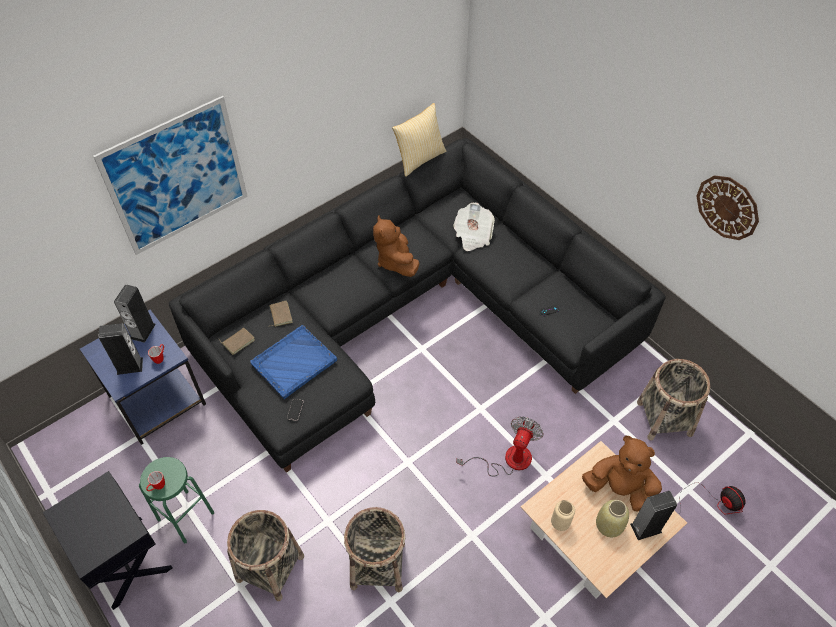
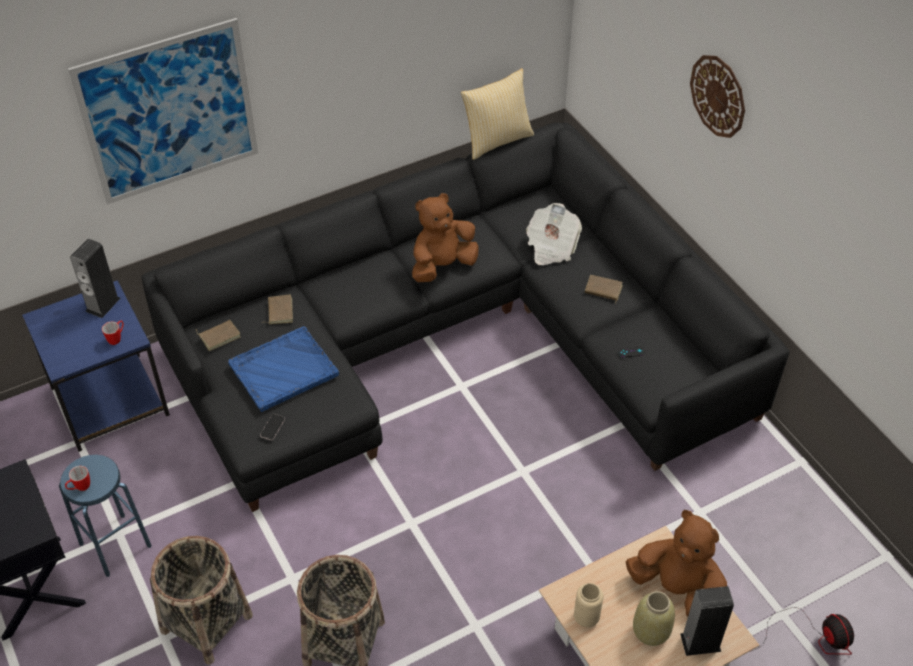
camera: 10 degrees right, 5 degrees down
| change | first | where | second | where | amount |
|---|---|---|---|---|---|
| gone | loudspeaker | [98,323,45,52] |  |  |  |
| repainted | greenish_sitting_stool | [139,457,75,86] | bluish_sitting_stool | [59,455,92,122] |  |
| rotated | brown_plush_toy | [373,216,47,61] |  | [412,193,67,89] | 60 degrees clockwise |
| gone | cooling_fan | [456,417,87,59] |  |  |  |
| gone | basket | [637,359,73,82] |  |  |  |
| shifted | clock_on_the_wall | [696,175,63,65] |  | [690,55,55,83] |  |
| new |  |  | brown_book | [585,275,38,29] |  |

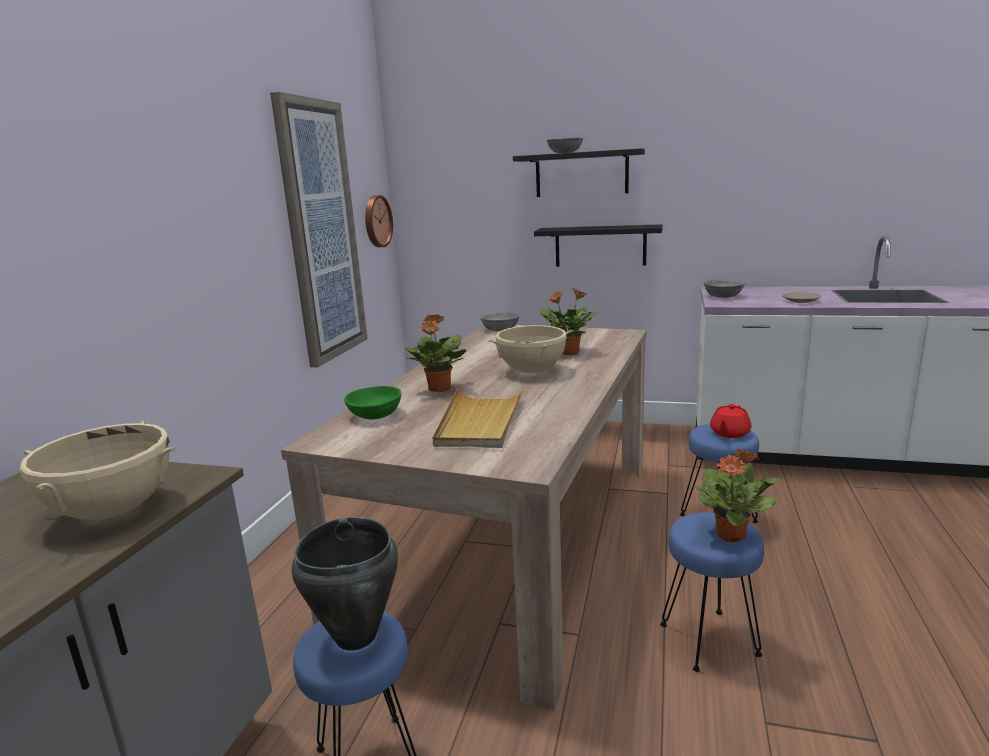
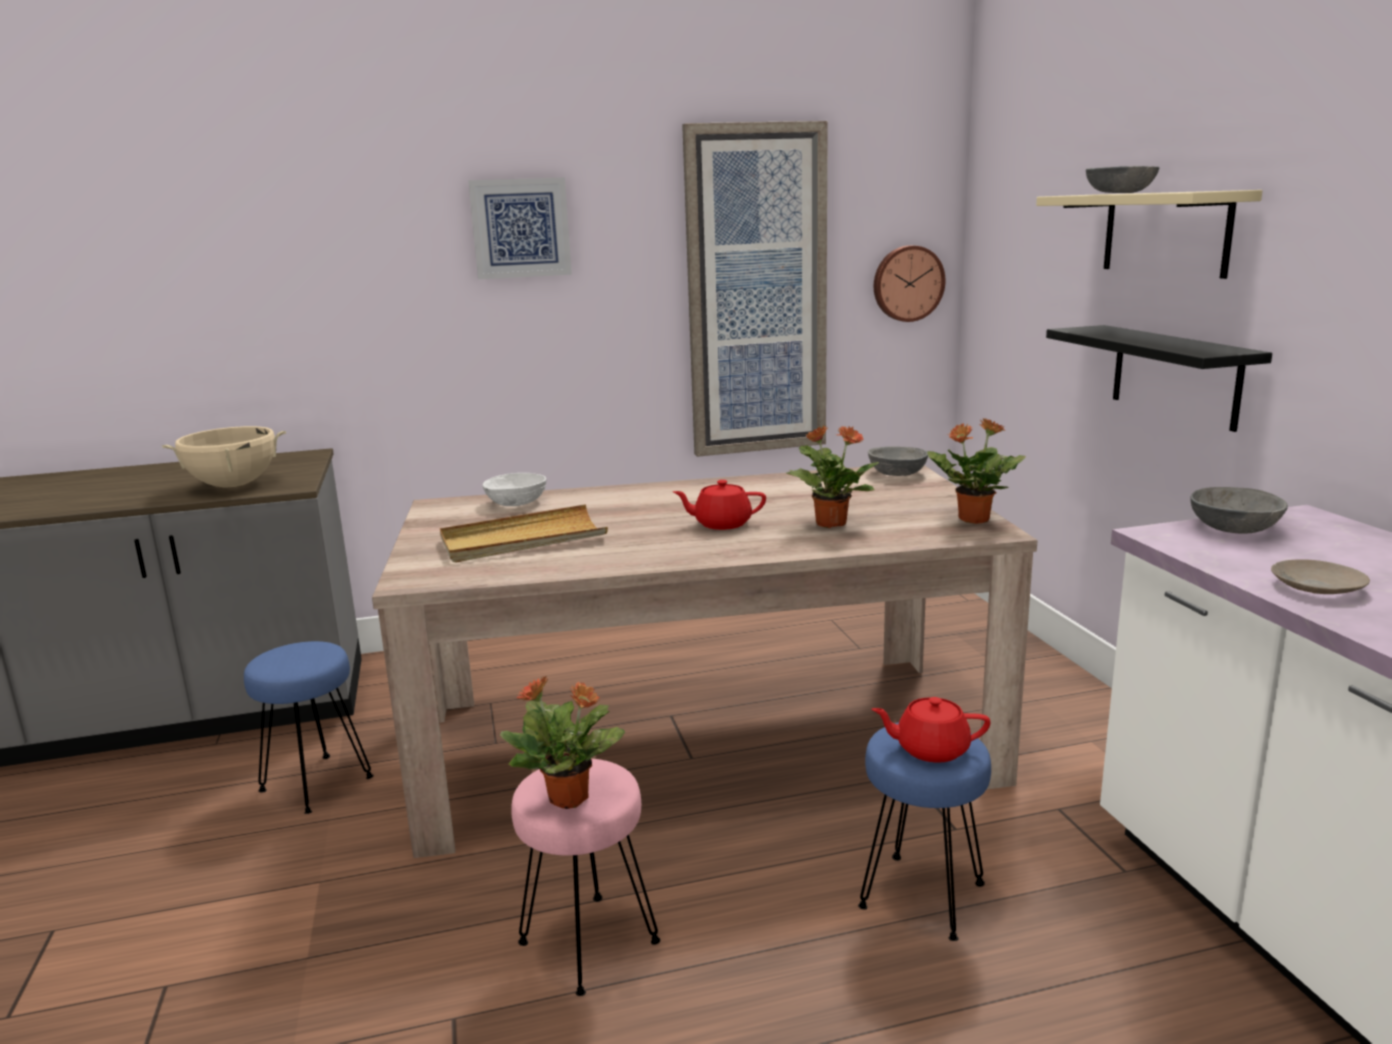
camera: 60 degrees right, 0 degrees up
| change | first | where | second | where | amount |
|---|---|---|---|---|---|
| gone | black_cooking_pot | [291,517,107,134] |  |  |  |
| repainted | greenish_serving_bowl | [344,386,58,33] | white-coloured_serving_bowl | [483,473,63,33] |  |
| shifted | potted_plant | [404,314,62,78] |  | [927,418,99,106] |  |
| swapped | beige_cooking_pot | [488,325,84,48] | reddish_pot_for_tea | [673,480,93,50] |  |
| repainted | black_shelf | [513,148,132,49] | beige_shelf | [1036,190,226,89] |  |
| repainted | bluish_sitting_stool | [660,512,104,160] | pink-coloured_sitting_stool | [511,759,149,237] |  |
| new |  |  | wall_picture | [468,177,104,102] |  |

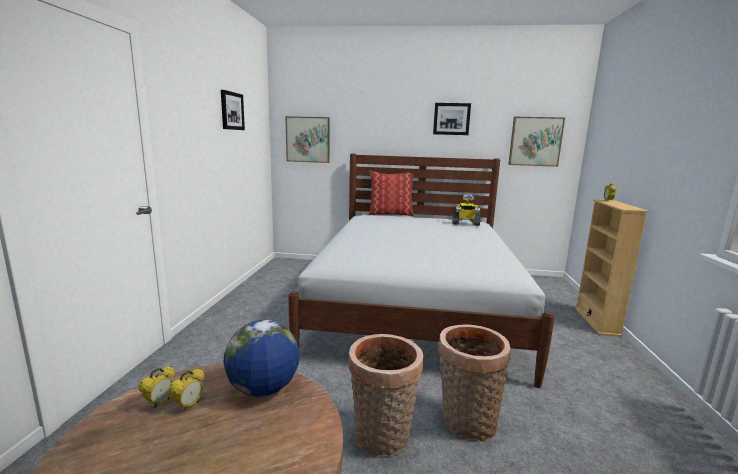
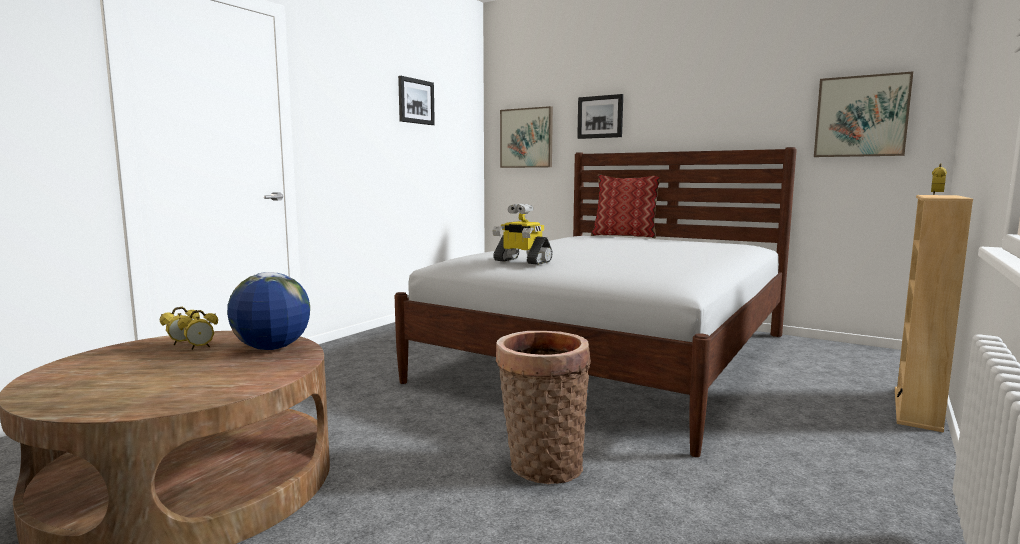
camera: 25 degrees right, 5 degrees down
| change | first | where | second | where | amount |
|---|---|---|---|---|---|
| gone | basket | [348,334,75,123] |  |  |  |
| shifted | wall_picture | [433,103,38,32] |  | [577,94,46,45] |  |
| shifted | toy_robot | [452,194,28,32] |  | [492,204,61,61] |  |

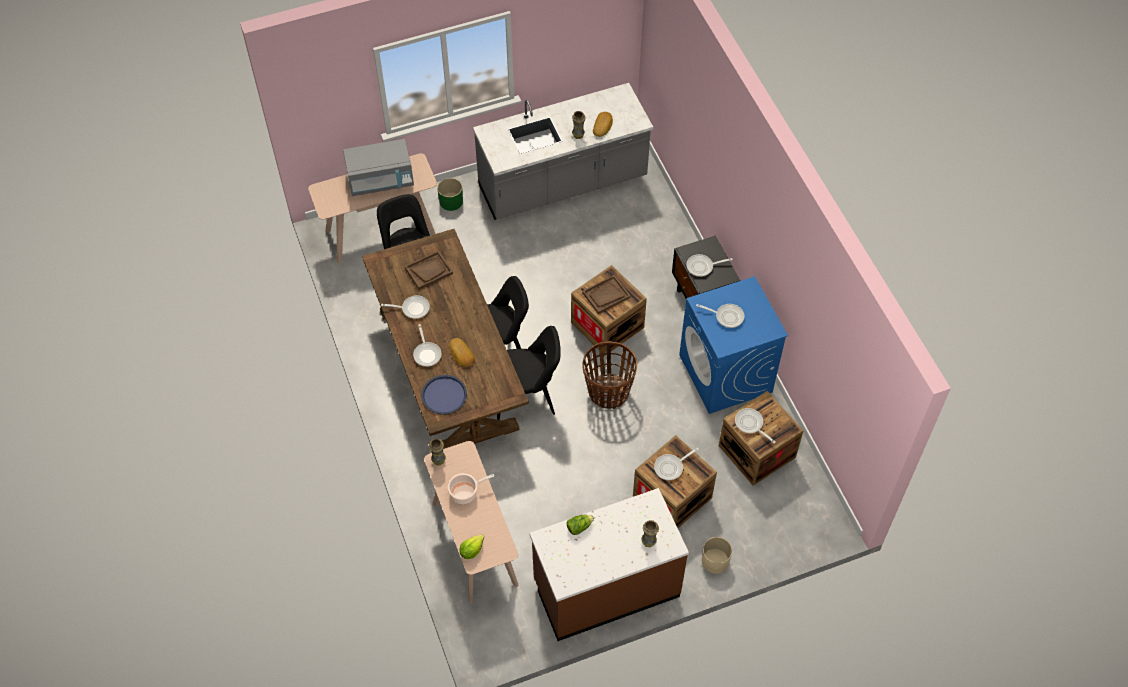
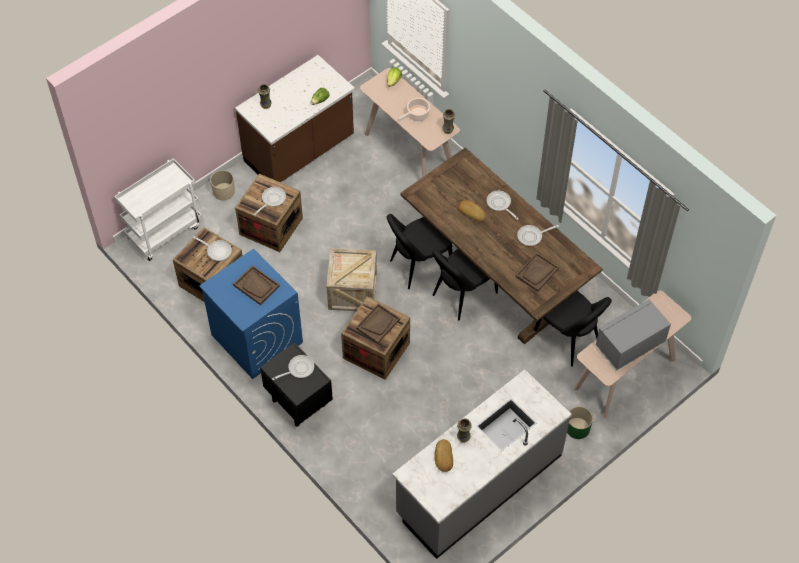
camera: 160 degrees right, 0 degrees up
| change | first | where | second | where | amount |
|---|---|---|---|---|---|
| gone | bluish_carrying_tray | [421,375,46,39] |  |  |  |
| swapped | basket | [582,341,55,68] | shipping_crate | [326,248,51,63] |  |
| swapped | skillet | [696,304,49,24] | brown_carrying_tray | [233,265,47,40] |  |
| new |  |  | white-coloured_wheeled_cart | [114,158,88,103] |  |

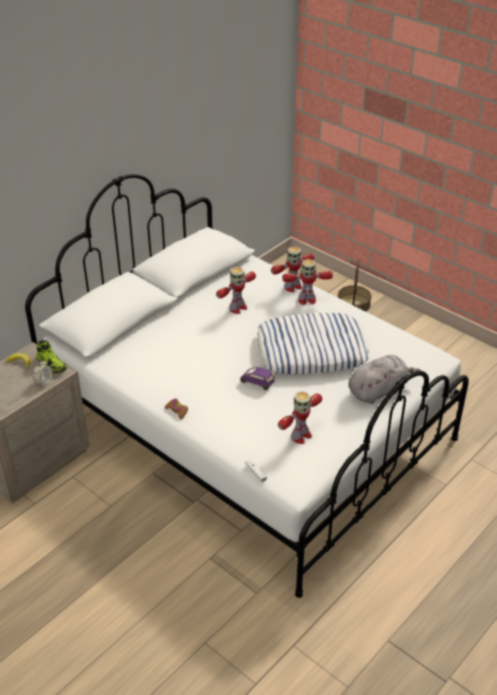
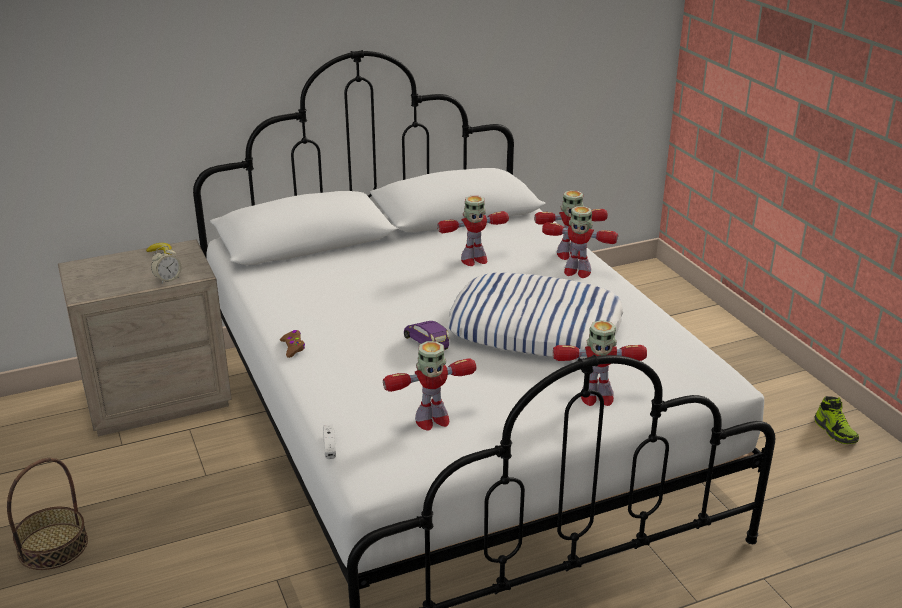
camera: 25 degrees right, 10 degrees down
| change | first | where | second | where | amount |
|---|---|---|---|---|---|
| shifted | shoe | [36,340,31,34] |  | [815,396,44,48] |  |
| shifted | basket | [338,258,34,54] |  | [7,458,81,112] |  |
| swapped | gray_plush_toy | [349,355,72,49] | toy_robot | [553,320,94,86] |  |

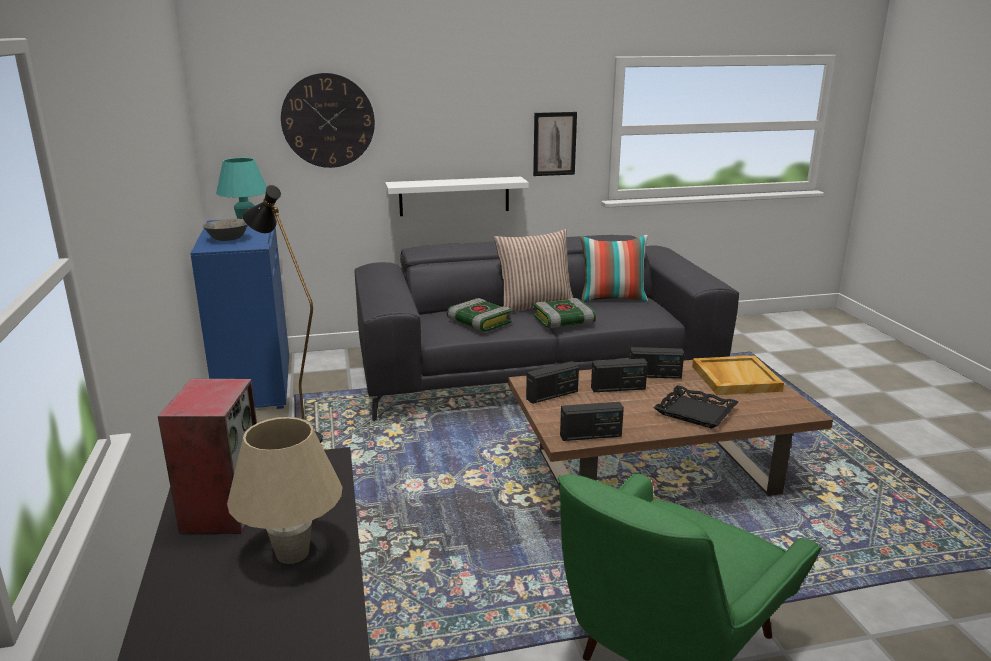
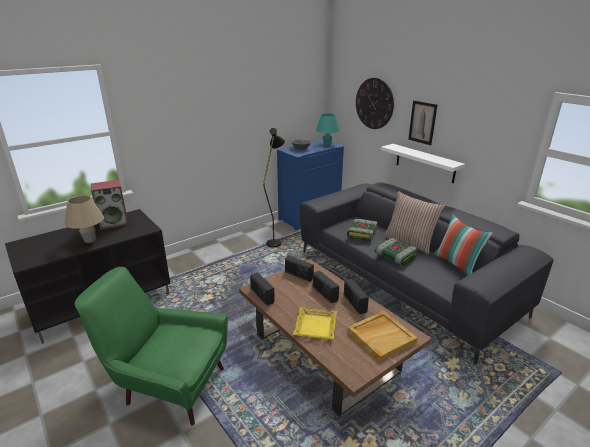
camera: 65 degrees right, 5 degrees up
| change | first | where | second | where | amount |
|---|---|---|---|---|---|
| shifted | wall_picture | [533,112,44,64] |  | [408,101,29,44] |  |
| repainted | black_carrying_tray | [653,385,86,44] | yellow-coloured_carrying_tray | [293,307,44,32] |  |

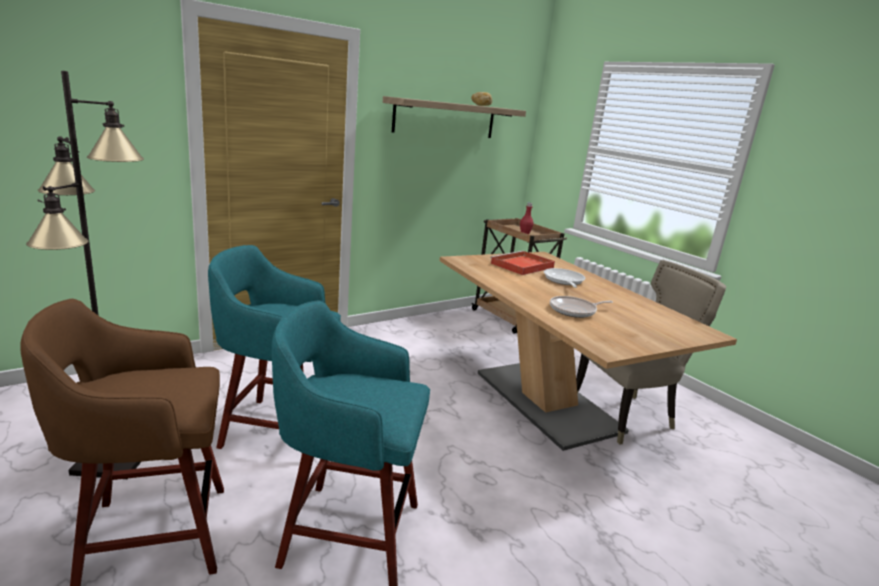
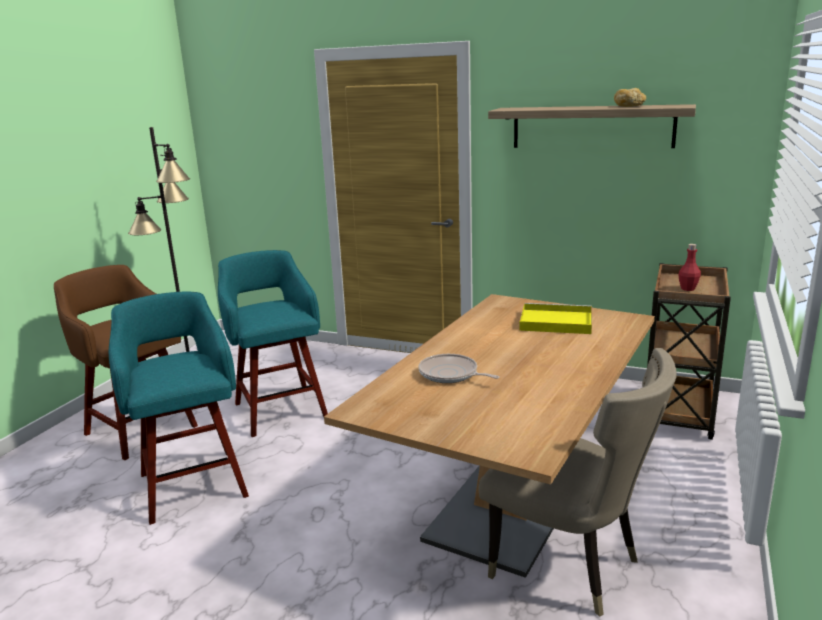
camera: 60 degrees right, 0 degrees up
| change | first | where | second | where | amount |
|---|---|---|---|---|---|
| repainted | reddish_carrying_tray | [490,251,65,24] | yellow-coloured_carrying_tray | [519,303,73,31] |  |
| gone | skillet | [544,268,41,20] |  |  |  |

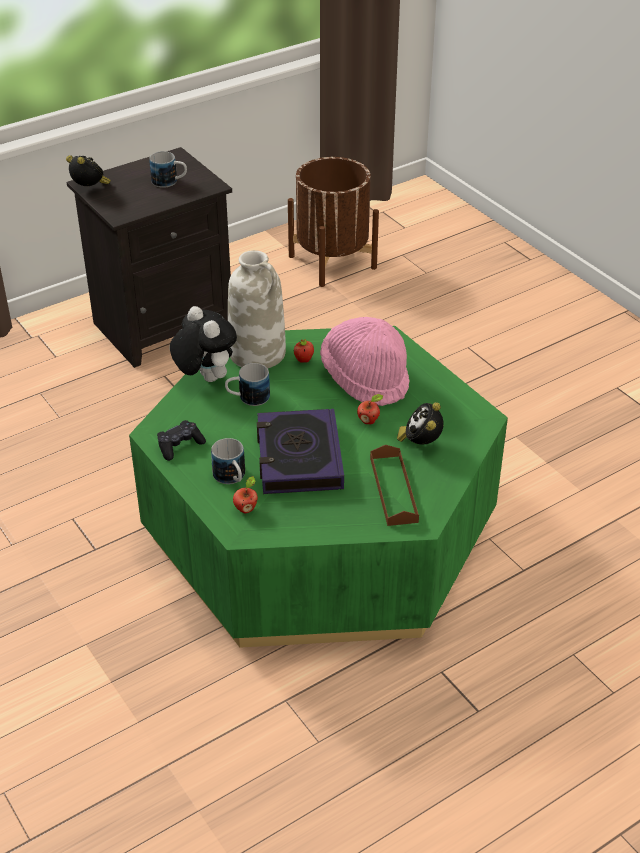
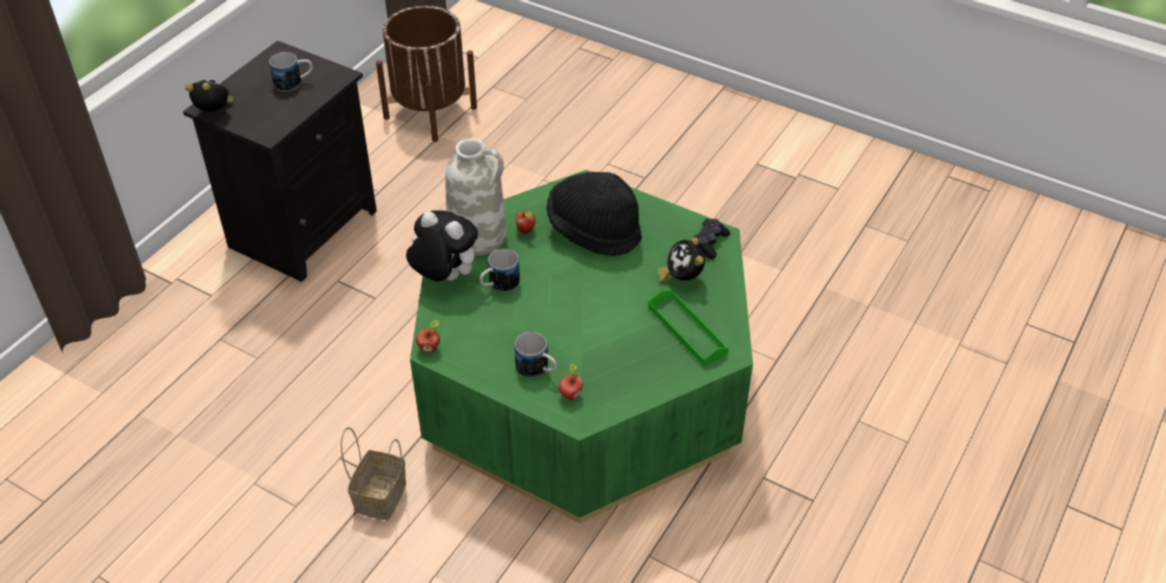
camera: 25 degrees left, 5 degrees up
| change | first | where | second | where | amount |
|---|---|---|---|---|---|
| shifted | black_gamepad | [157,420,49,41] |  | [693,219,37,40] |  |
| gone | book | [257,409,87,85] |  |  |  |
| repainted | pink-coloured_wearable_hat | [320,317,90,89] | black_wearable_hat | [547,172,95,84] |  |
| shifted | whole_apple | [357,394,26,30] |  | [416,320,24,33] |  |
| repainted | brown_carrying_tray | [370,445,49,81] | greenish_carrying_tray | [648,290,81,76] |  |
| new |  |  | basket | [341,427,65,93] |  |

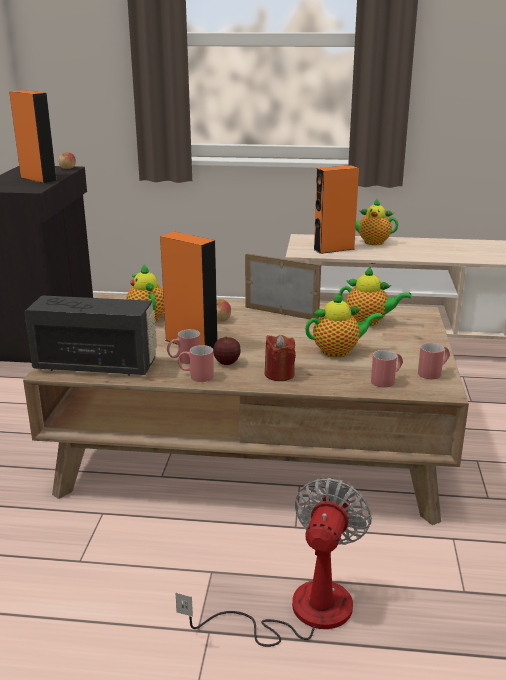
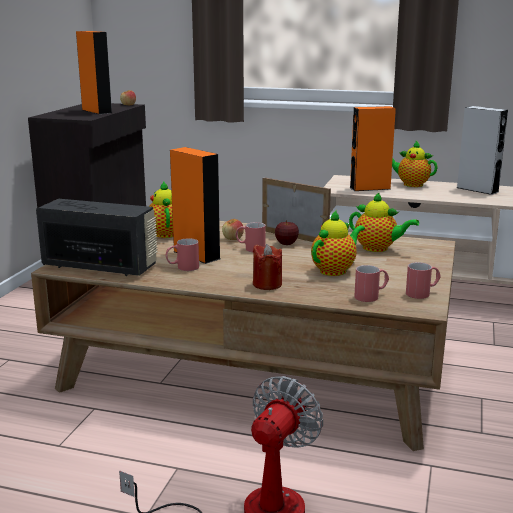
camera: 10 degrees right, 5 degrees down
| change | first | where | second | where | amount |
|---|---|---|---|---|---|
| shifted | reddish_mug | [178,345,36,37] |  | [235,222,31,30] |  |
| shifted | whole_apple | [213,337,28,28] |  | [275,220,24,25] |  |
| rotated | pot_for_tea | [305,292,78,65] |  | [311,210,54,66] | 45 degrees counterclockwise |
| new |  |  | gray_loudspeaker | [457,106,51,89] |  |

